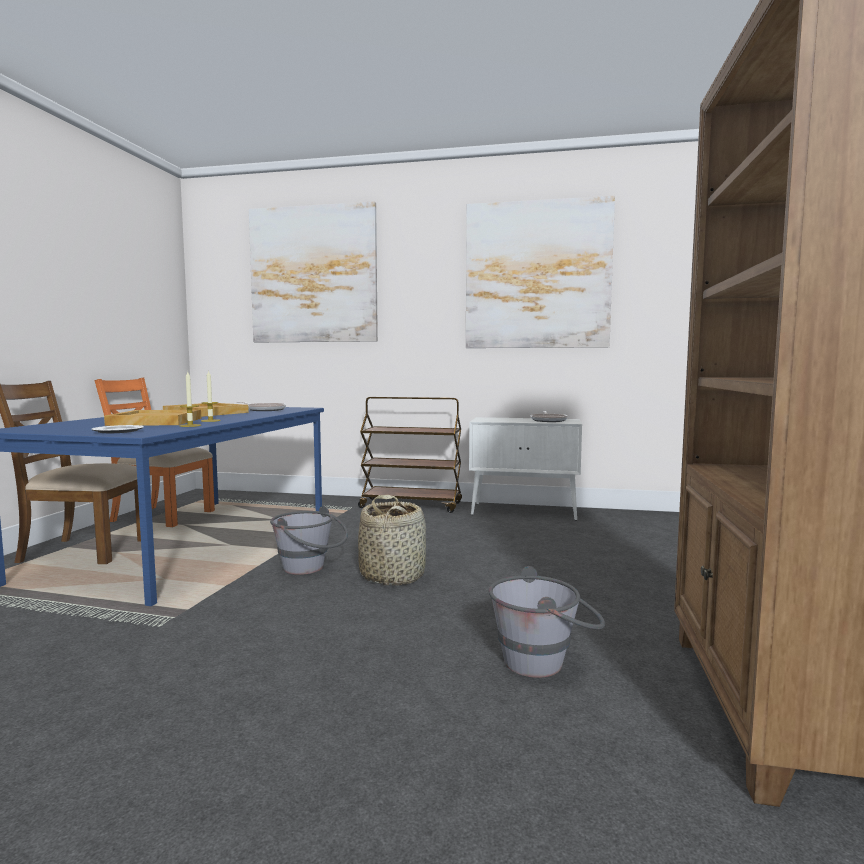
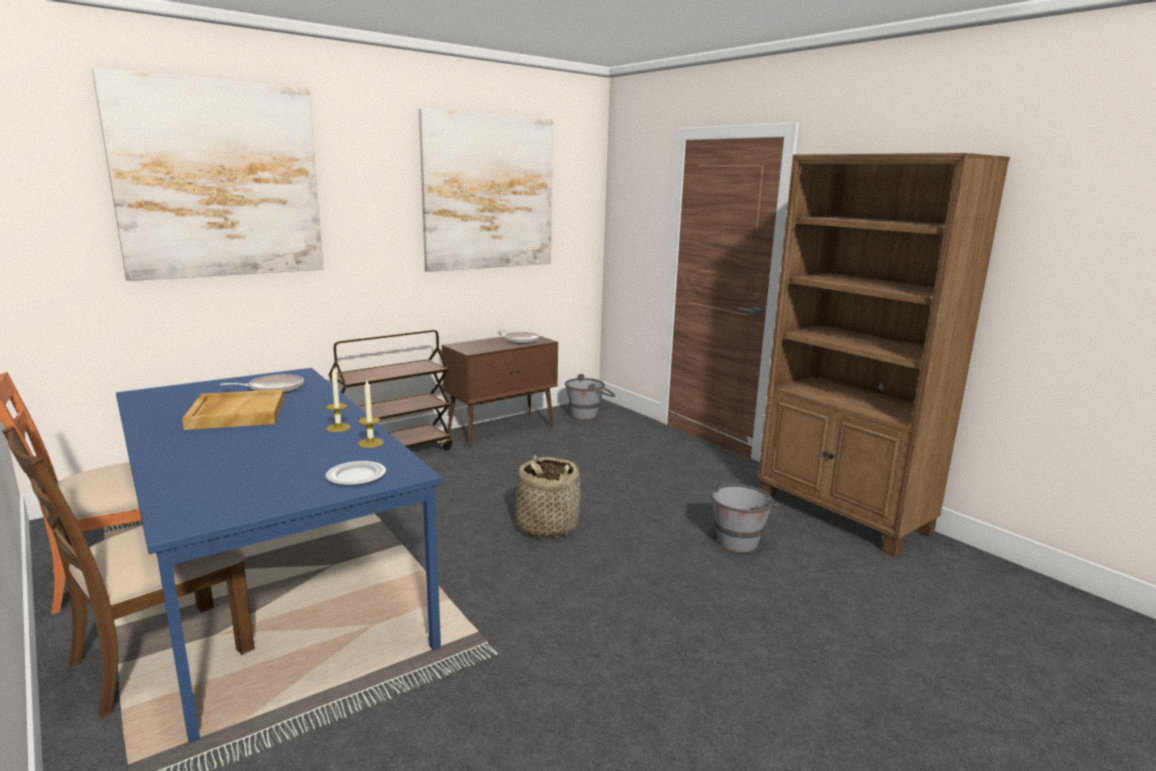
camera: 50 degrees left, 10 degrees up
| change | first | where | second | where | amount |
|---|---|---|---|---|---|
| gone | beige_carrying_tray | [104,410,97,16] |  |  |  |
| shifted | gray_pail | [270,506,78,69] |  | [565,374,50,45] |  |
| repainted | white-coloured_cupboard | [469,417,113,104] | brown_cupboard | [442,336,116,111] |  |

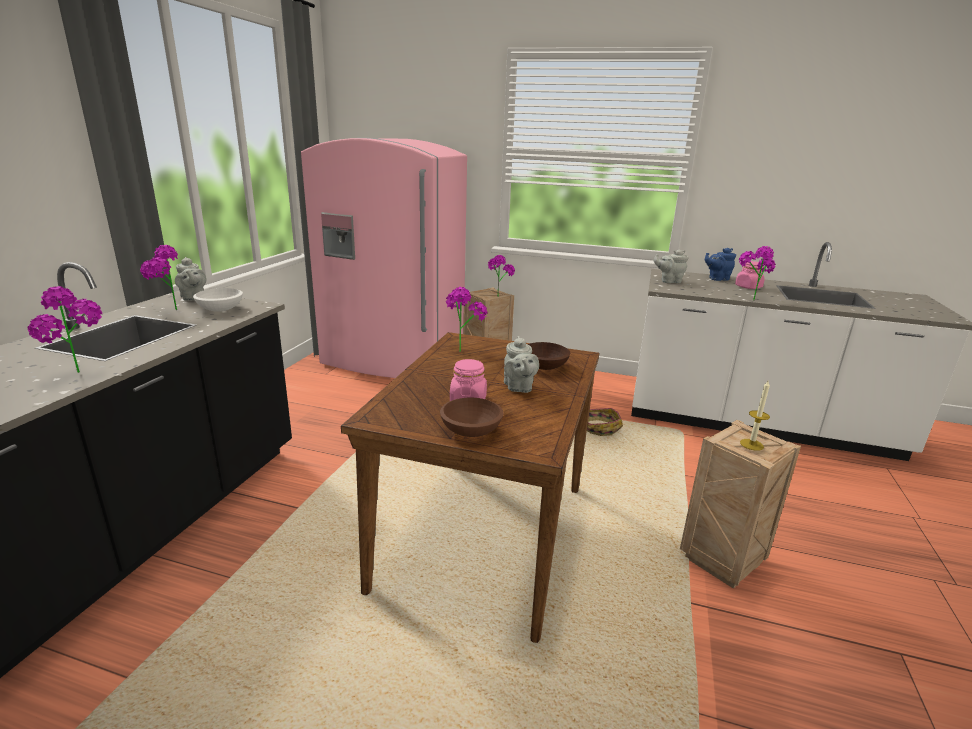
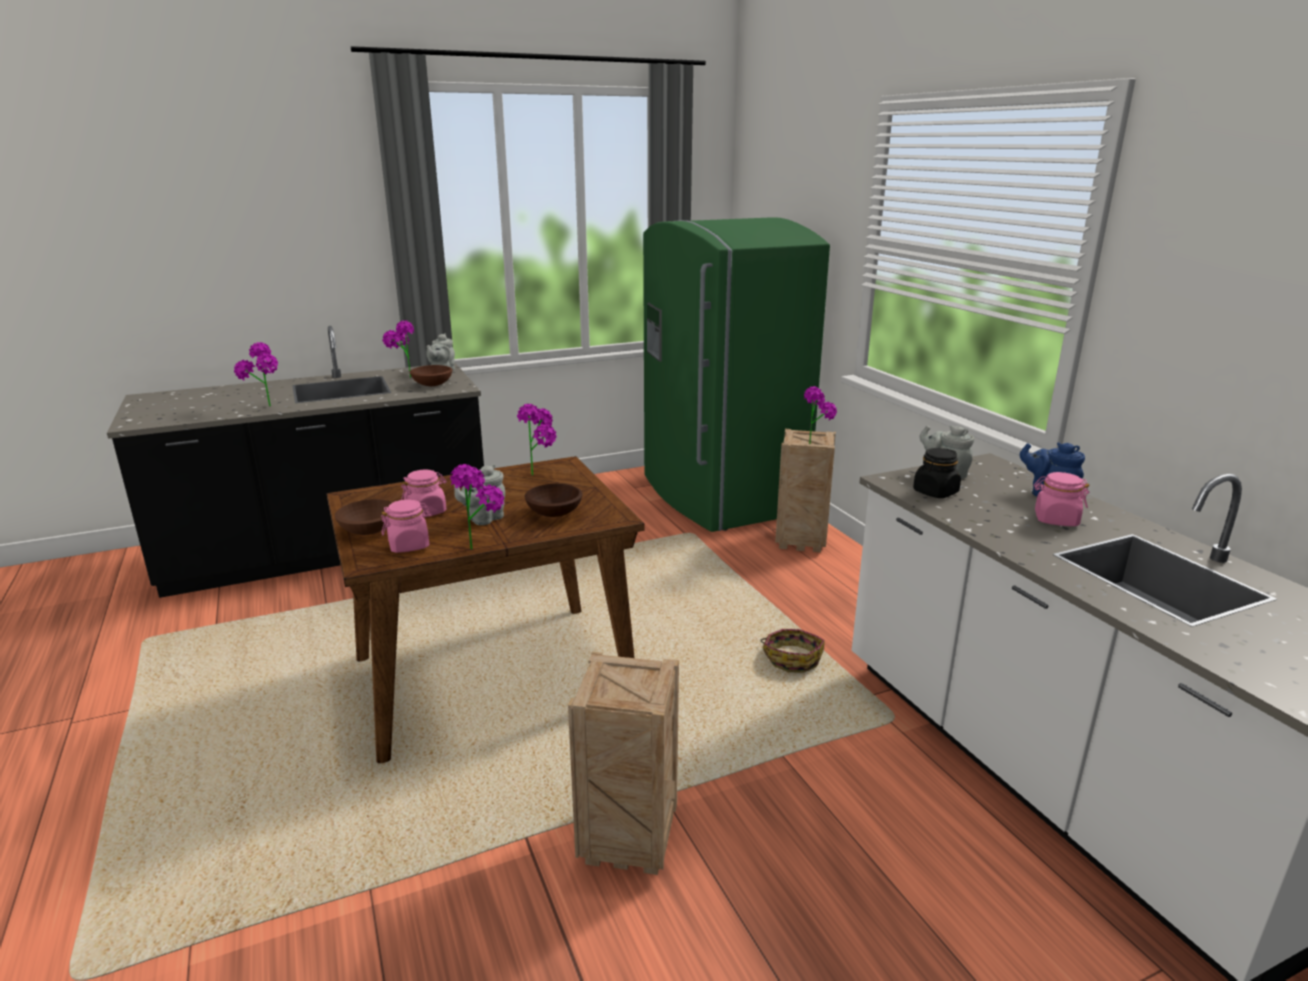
camera: 50 degrees right, 0 degrees up
| change | first | where | second | where | amount |
|---|---|---|---|---|---|
| repainted | white-coloured_serving_bowl | [193,288,50,24] | brown_serving_bowl | [410,365,42,21] |  |
| repainted | pink-coloured_fridge | [301,138,166,240] | greenish_fridge | [643,217,187,315] |  |
| shifted | potted_plant | [739,246,37,55] |  | [450,464,54,86] |  |
| gone | wax_light | [740,381,30,70] |  |  |  |
| new |  |  | pink-coloured_storage_jar | [381,499,51,54] |  |
| new |  |  | black_storage_jar | [913,448,48,50] |  |

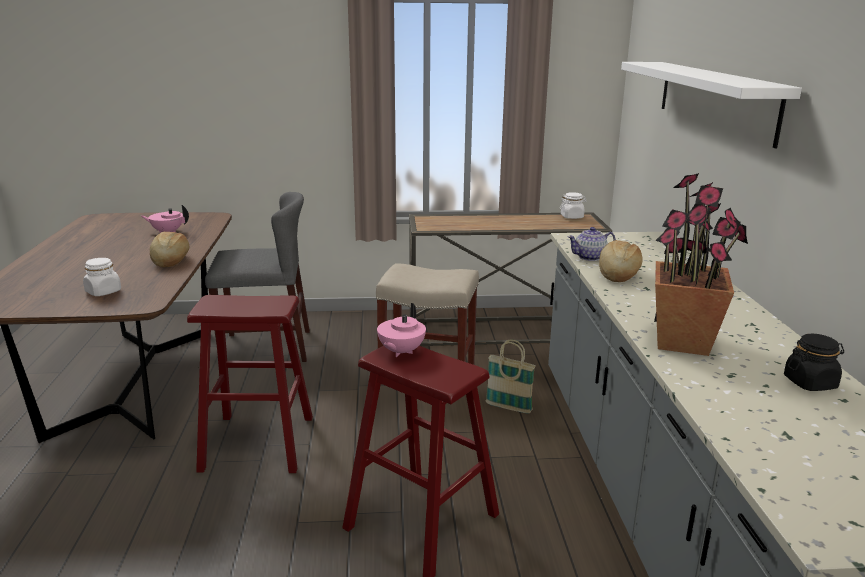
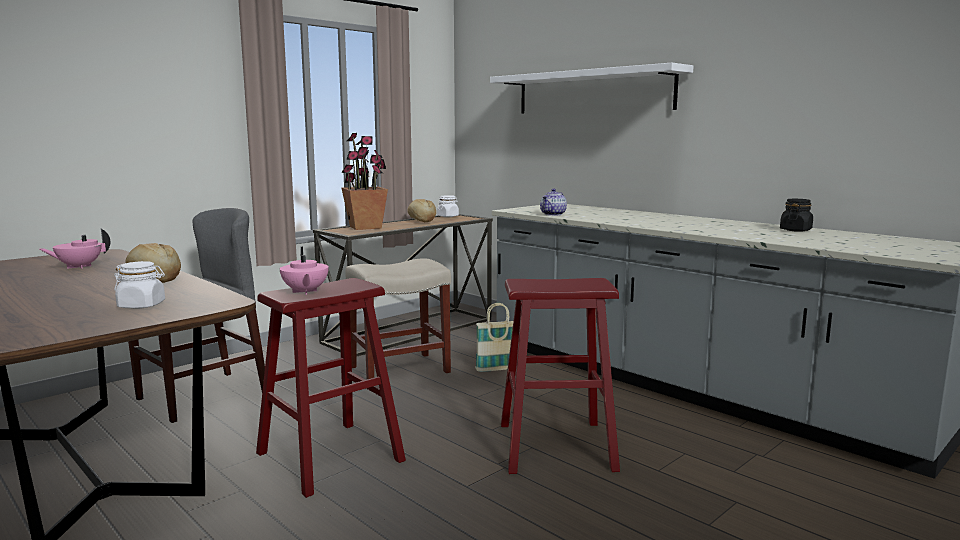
camera: 40 degrees left, 10 degrees down
| change | first | where | second | where | amount |
|---|---|---|---|---|---|
| shifted | pink-coloured_pot_for_tea | [377,303,49,54] |  | [280,247,49,48] |  |
| shifted | bread | [599,240,43,42] |  | [407,199,29,23] |  |
| shifted | potted_plant | [654,173,94,183] |  | [341,133,47,97] |  |

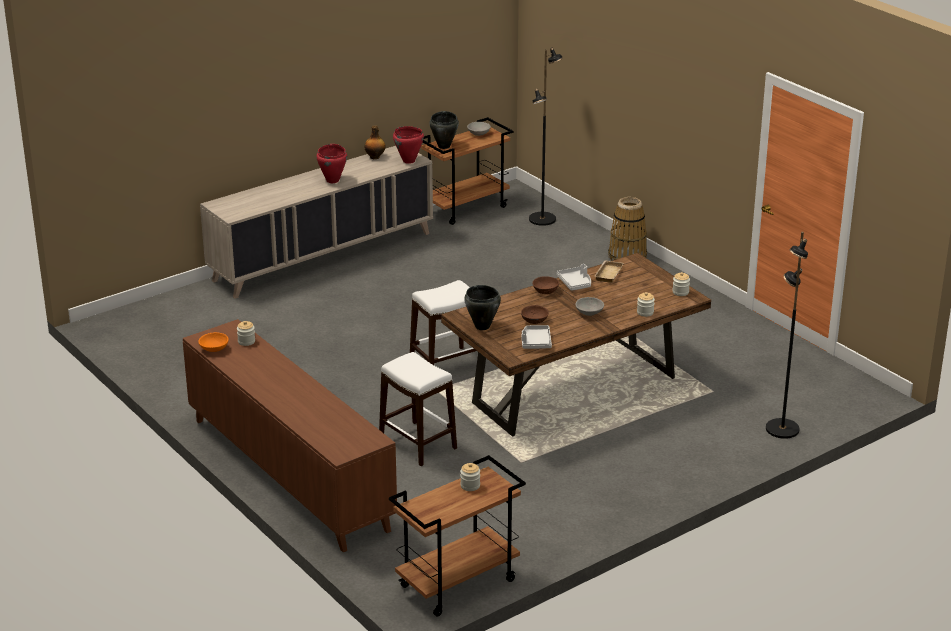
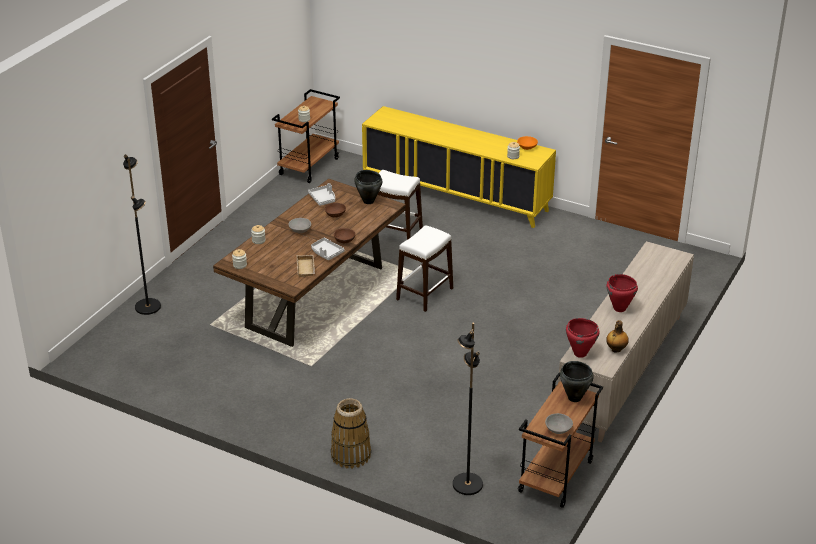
camera: 155 degrees right, 5 degrees up
| change | first | where | second | where | amount |
|---|---|---|---|---|---|
| repainted | brown_cupboard | [183,319,214,233] | yellow-coloured_cupboard | [362,106,194,122] |  |

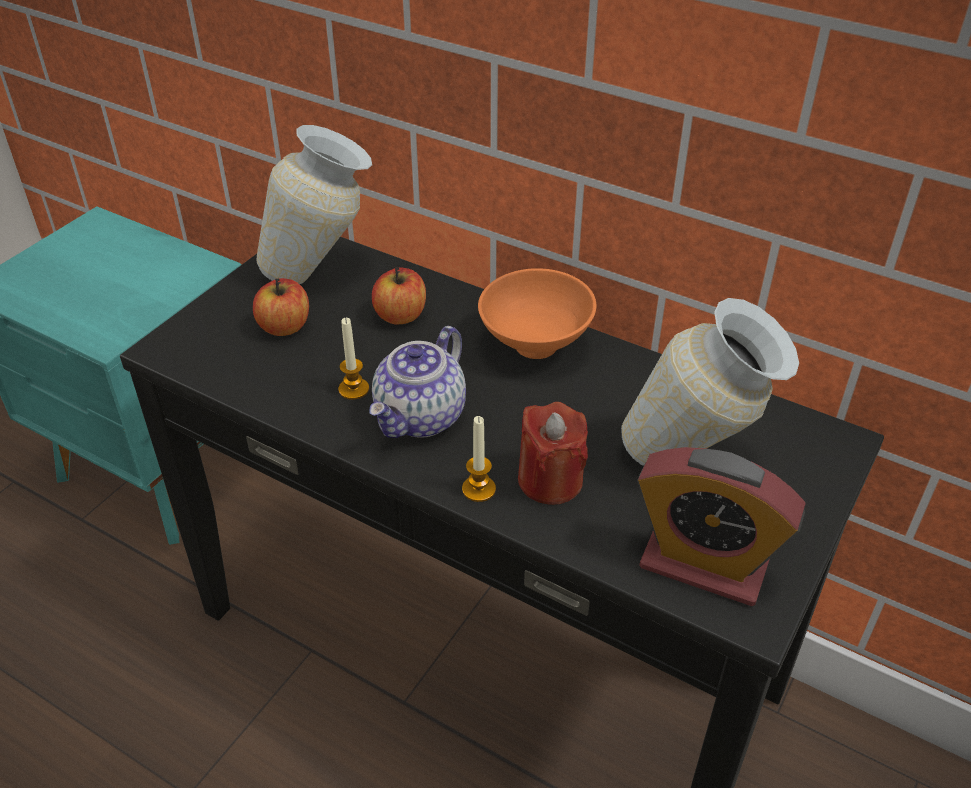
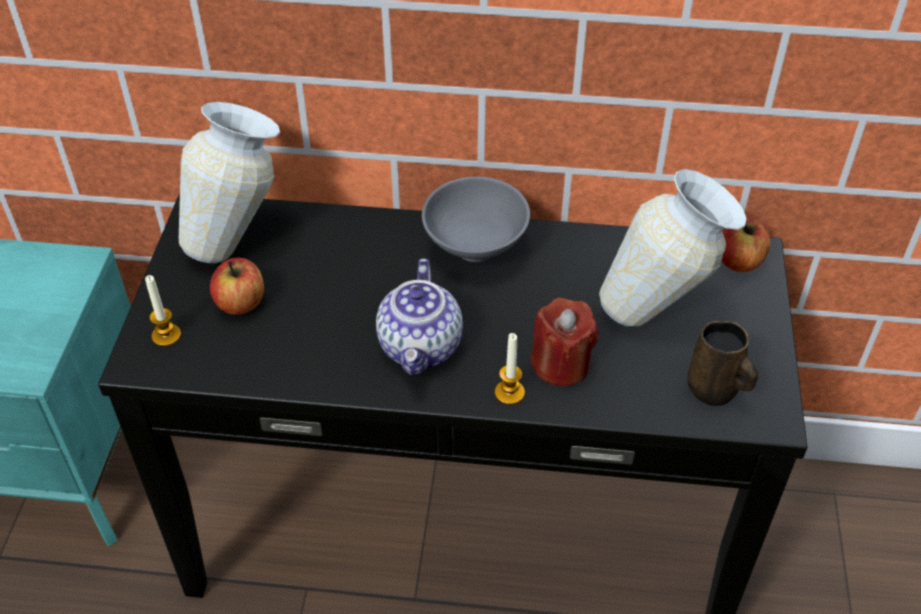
camera: 25 degrees left, 5 degrees up
| change | first | where | second | where | amount |
|---|---|---|---|---|---|
| shifted | wax_light | [338,318,31,82] |  | [145,275,36,72] |  |
| shifted | whole_apple | [372,267,54,57] |  | [722,217,49,55] |  |
| repainted | orange_serving_bowl | [478,268,119,91] | gray_serving_bowl | [422,177,108,85] |  |
| swapped | table_clock | [637,447,168,159] | brown_mug | [687,321,71,85] |  |

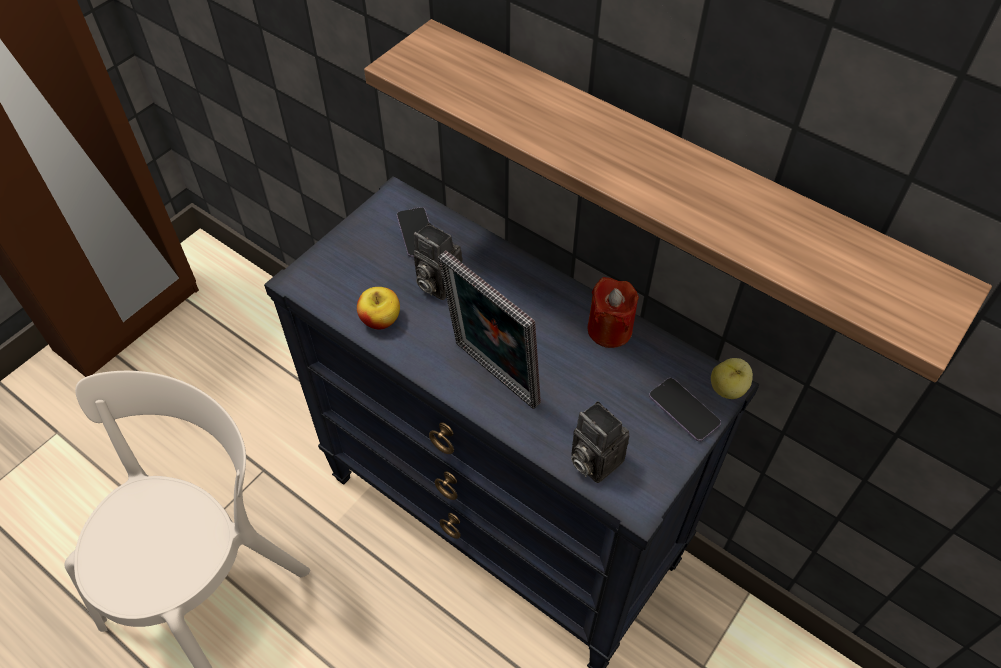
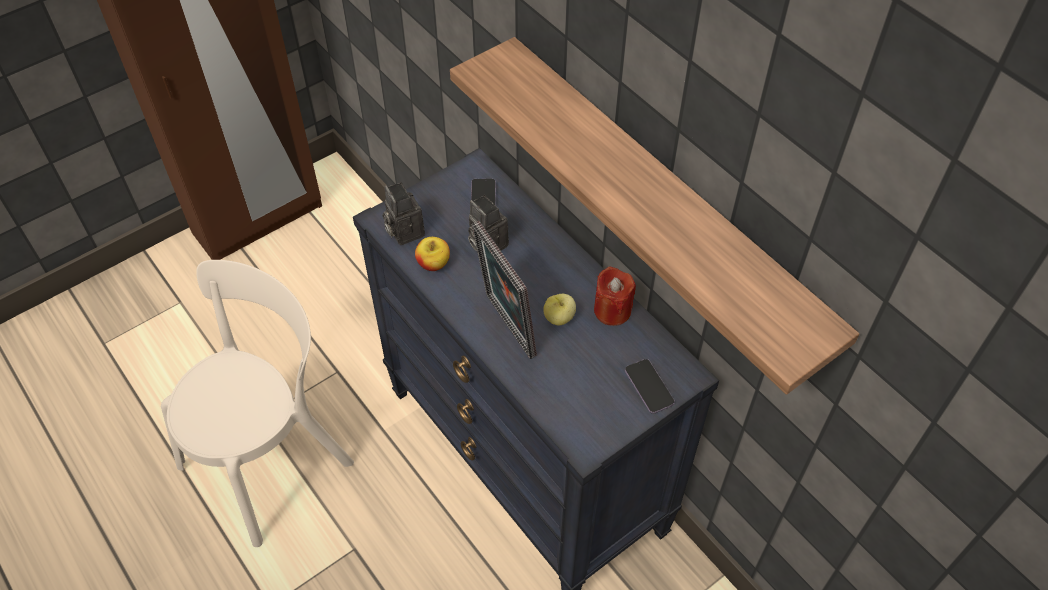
camera: 15 degrees right, 0 degrees up
| change | first | where | second | where | amount |
|---|---|---|---|---|---|
| shifted | photo_camera | [571,401,58,82] |  | [382,182,43,63] |  |
| shifted | whole_apple | [711,358,42,41] |  | [543,294,33,31] |  |

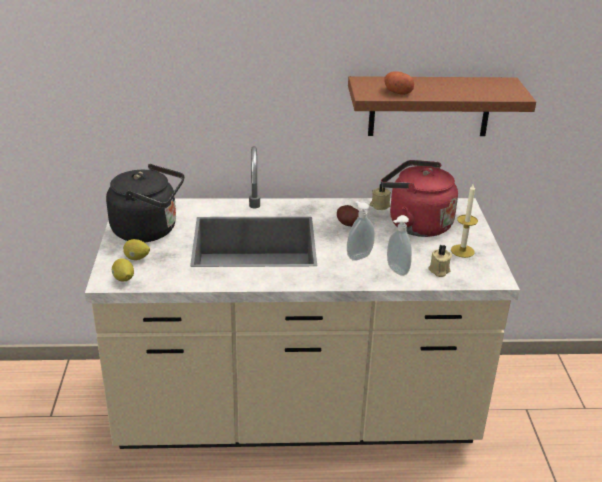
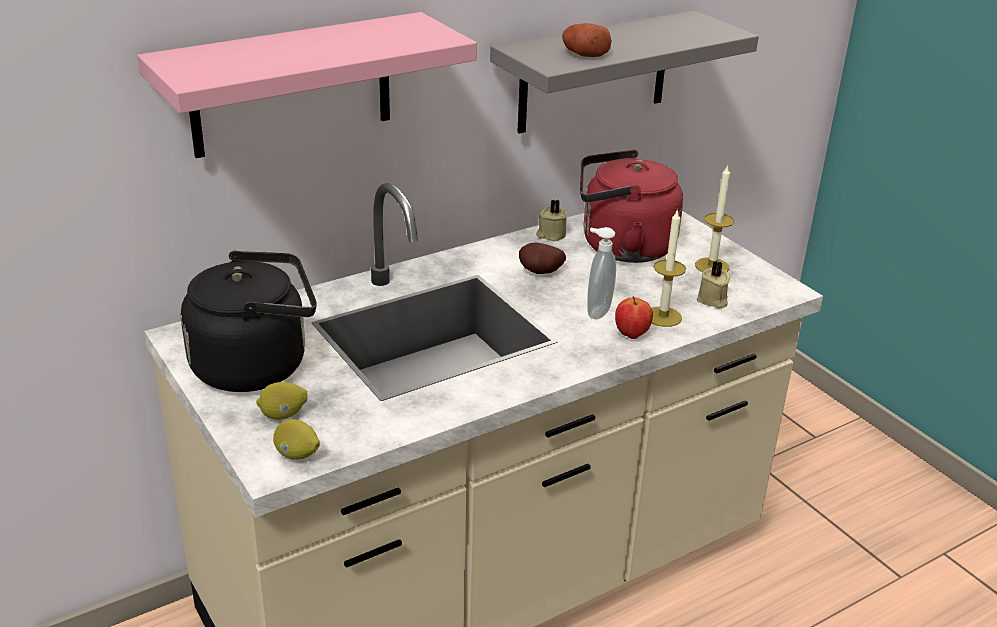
camera: 30 degrees left, 0 degrees up
| change | first | where | second | where | amount |
|---|---|---|---|---|---|
| repainted | brown_shelf | [348,76,188,60] | gray_shelf | [490,11,269,123] |  |
| swapped | liquid_soap_bottle | [387,215,25,61] | wax_light | [652,209,34,118] |  |
| new |  |  | pink-coloured_shelf | [137,12,340,146] |  |
| new |  |  | whole_apple | [615,296,38,43] |  |

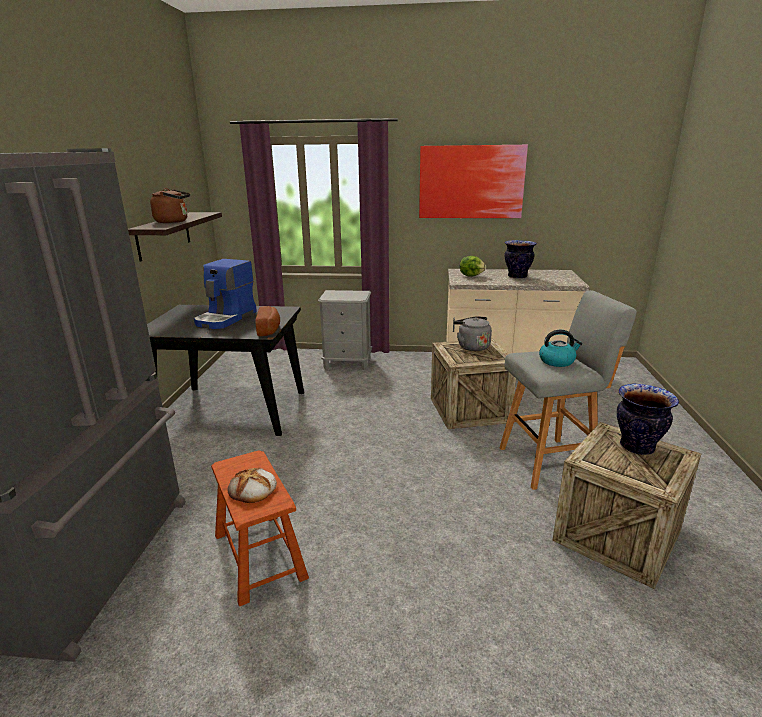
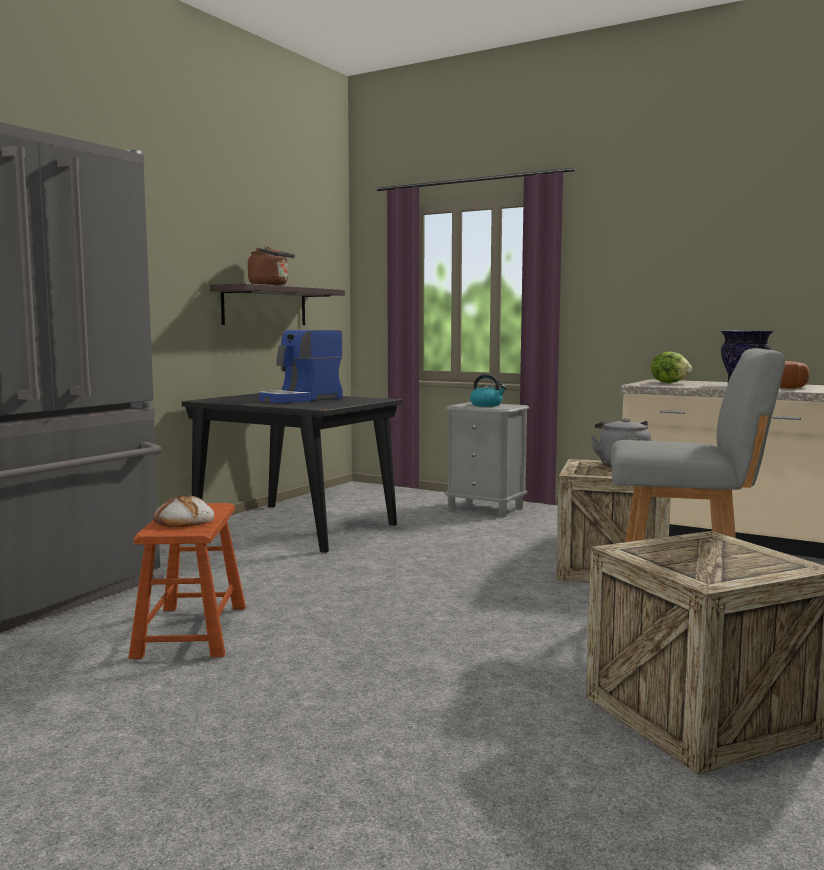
camera: 25 degrees right, 15 degrees down
| change | first | where | second | where | amount |
|---|---|---|---|---|---|
| shifted | bread | [255,306,25,30] |  | [780,361,30,28] |  |
| gone | wall_picture | [419,145,109,73] |  |  |  |
| shifted | water_kettle | [539,330,43,37] |  | [470,374,37,33] |  |
| gone | decorative_vase | [617,384,62,71] |  |  |  |

